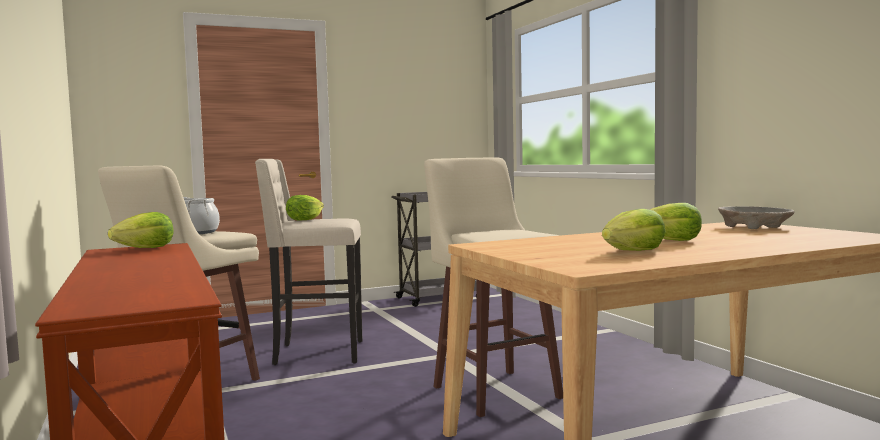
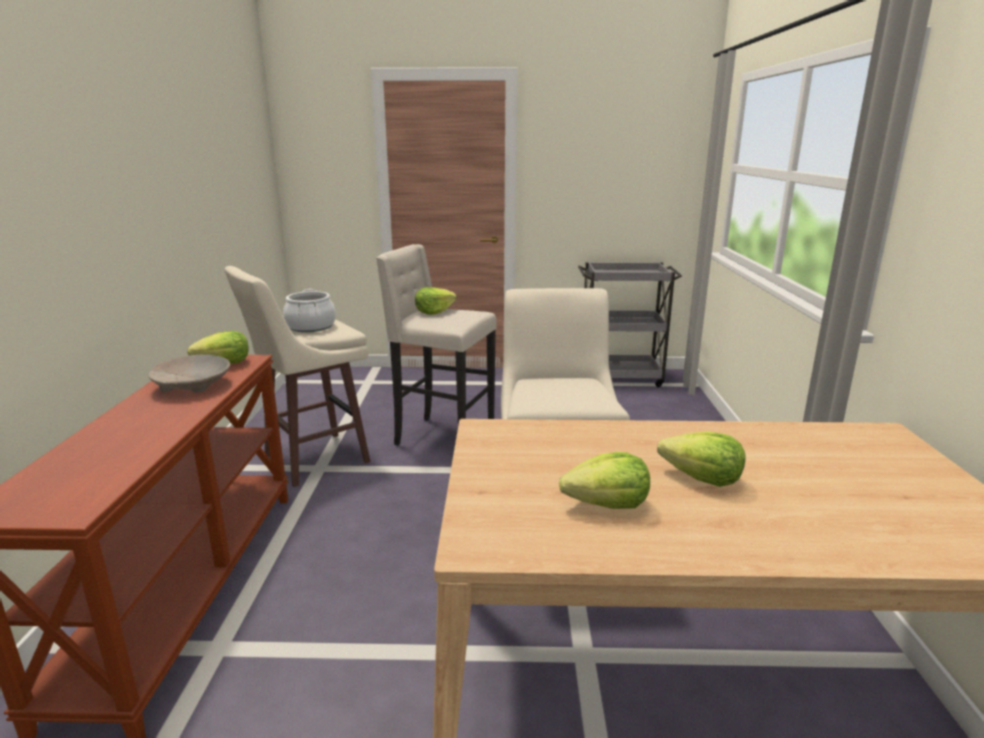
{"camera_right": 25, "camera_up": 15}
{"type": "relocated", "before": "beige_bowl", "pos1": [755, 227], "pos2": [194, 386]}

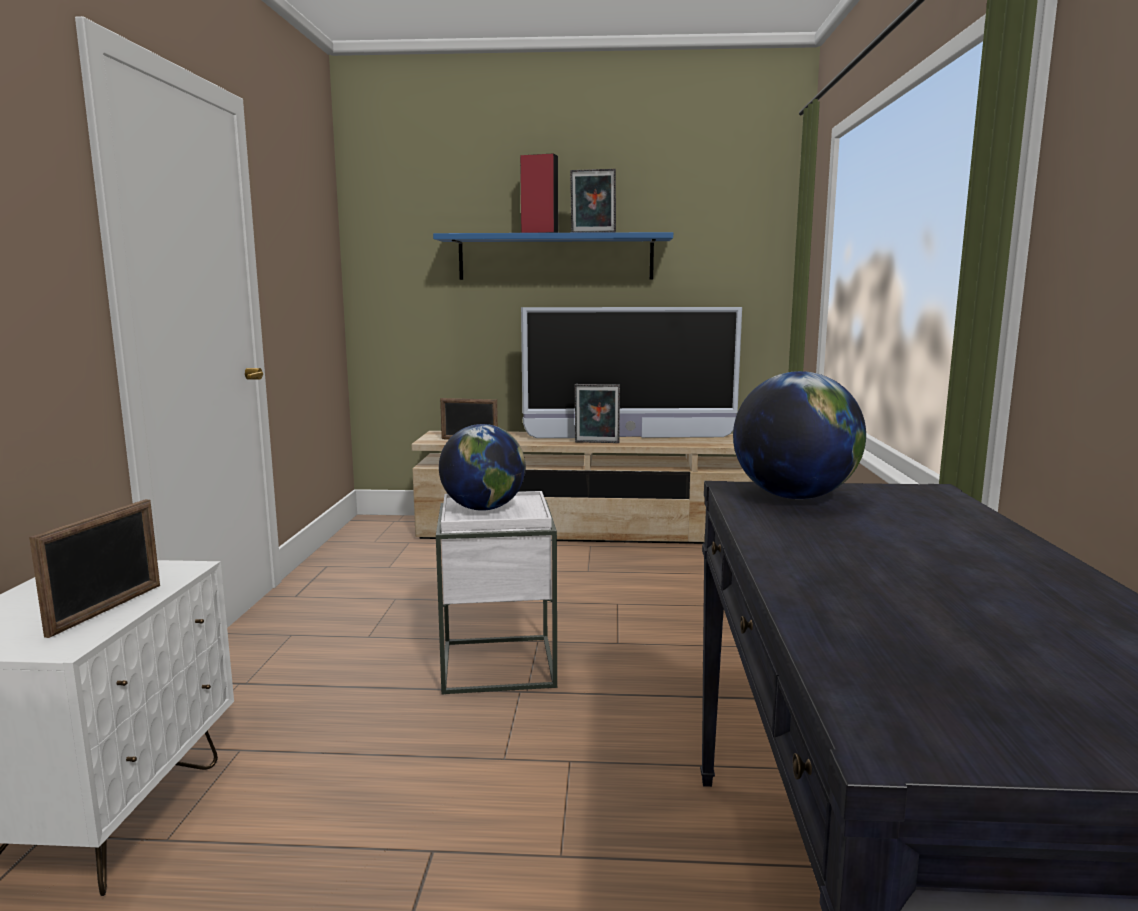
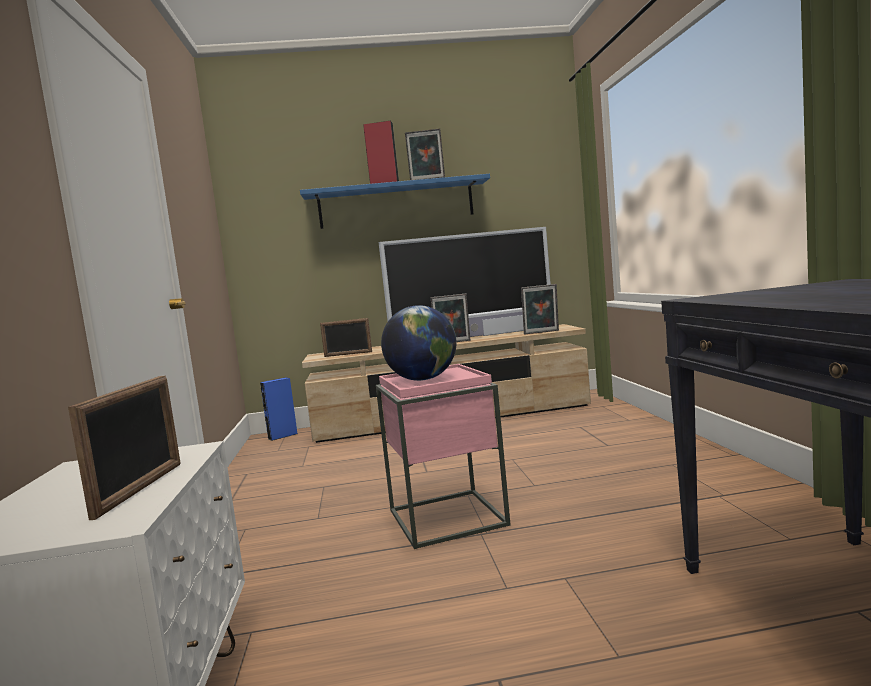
{"camera_right": -10, "camera_up": -5}
{"type": "missing", "before": "globe", "pos1": [794, 497]}
{"type": "colour", "before": "white_side_table", "after": "pink_side_table", "pos1": [497, 664], "pos2": [446, 517]}
{"type": "appeared", "after": "picture_frame", "pos2": [542, 332]}
{"type": "appeared", "after": "blue_speaker", "pos2": [282, 436]}

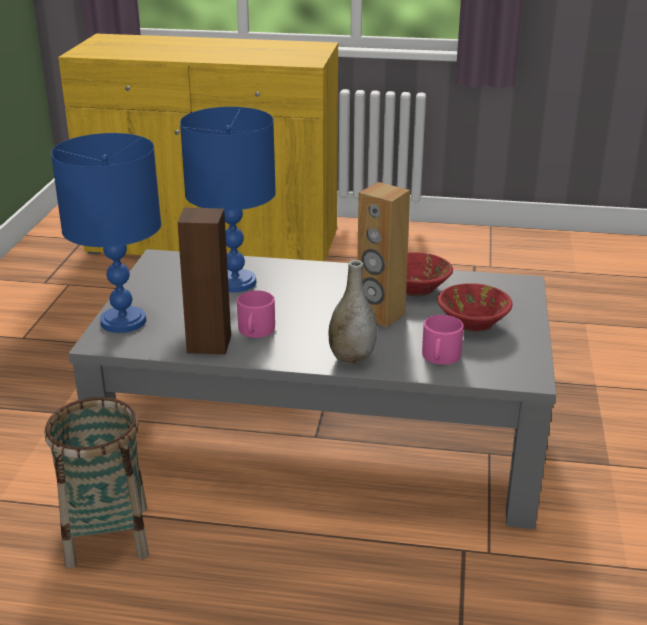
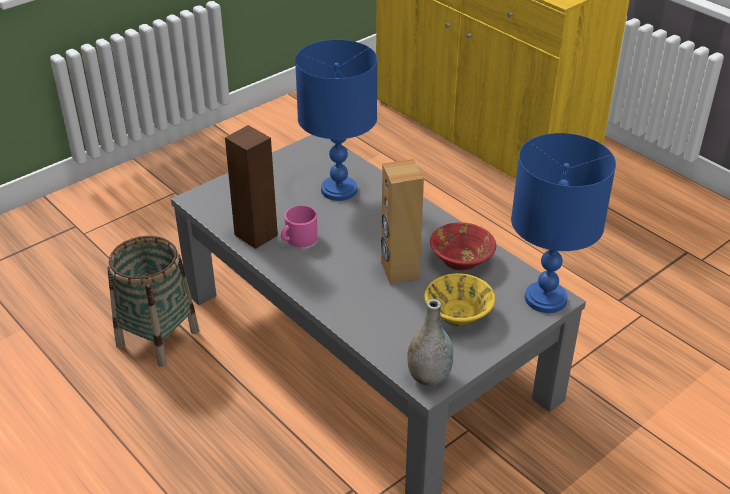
{"camera_right": 40, "camera_up": 10}
{"type": "relocated", "before": "blue_table_lamp", "pos1": [122, 321], "pos2": [544, 298]}
{"type": "relocated", "before": "grey_vase", "pos1": [352, 358], "pos2": [429, 377]}
{"type": "colour", "before": "red_bowl", "after": "yellow_bowl", "pos1": [472, 323], "pos2": [458, 314]}
{"type": "missing", "before": "pink_mug", "pos1": [440, 357]}

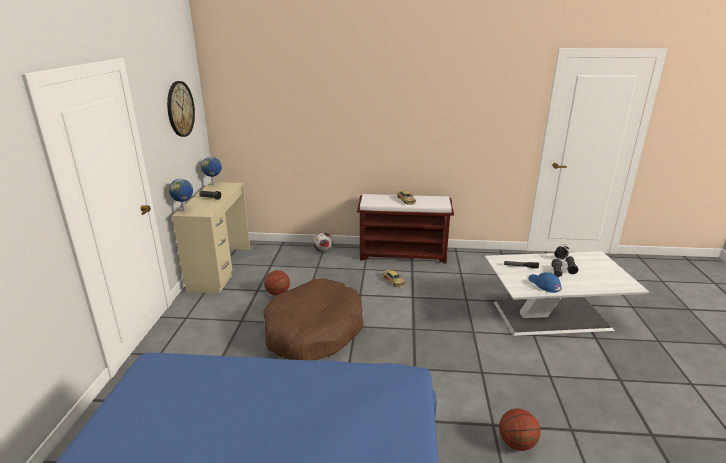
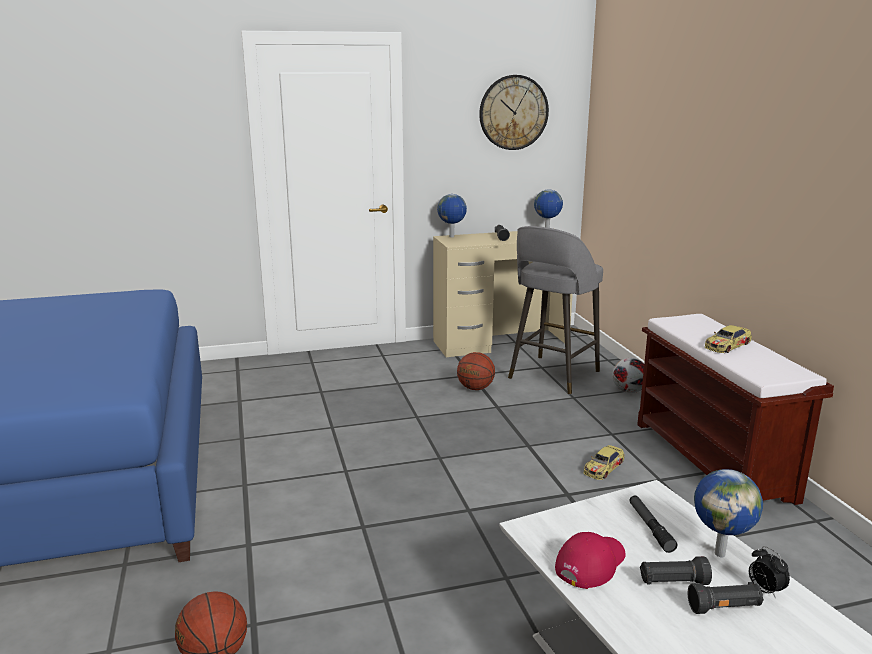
{"camera_right": 70, "camera_up": -5}
{"type": "colour", "before": "blue_cap", "after": "red_cap", "pos1": [544, 284], "pos2": [590, 563]}
{"type": "missing", "before": "brown_dog_bed", "pos1": [313, 331]}
{"type": "appeared", "after": "grey_stool", "pos2": [552, 375]}
{"type": "appeared", "after": "globe", "pos2": [720, 553]}

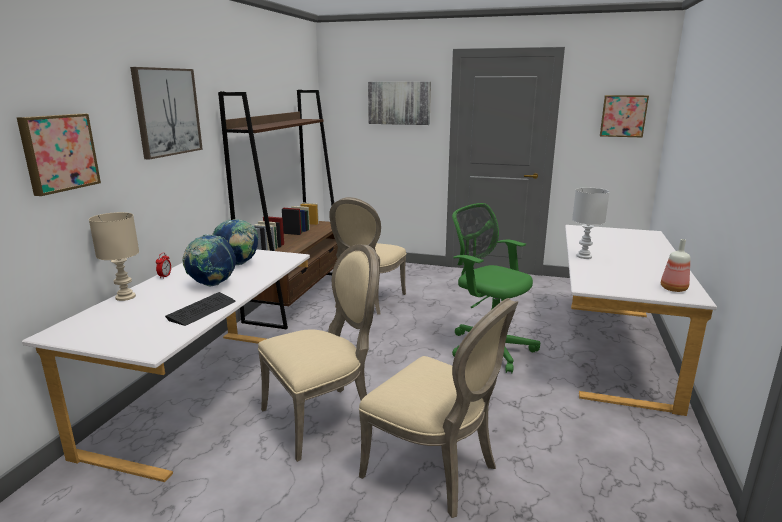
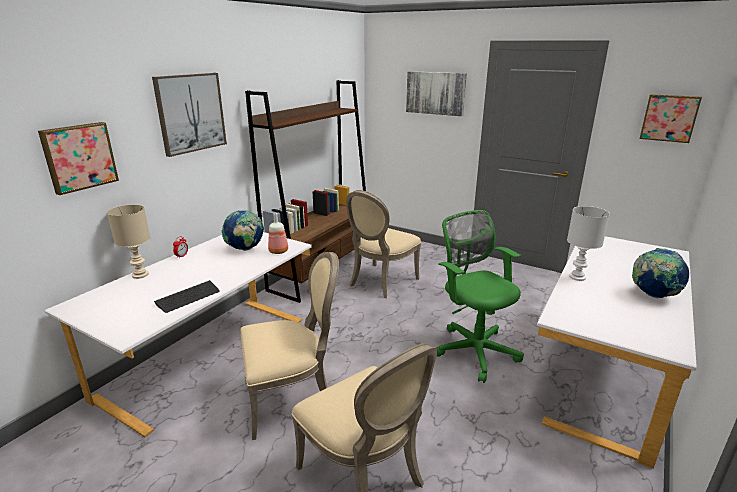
{"camera_right": 15, "camera_up": 5}
{"type": "relocated", "before": "globe", "pos1": [212, 284], "pos2": [653, 295]}
{"type": "relocated", "before": "bottle", "pos1": [672, 289], "pos2": [278, 251]}

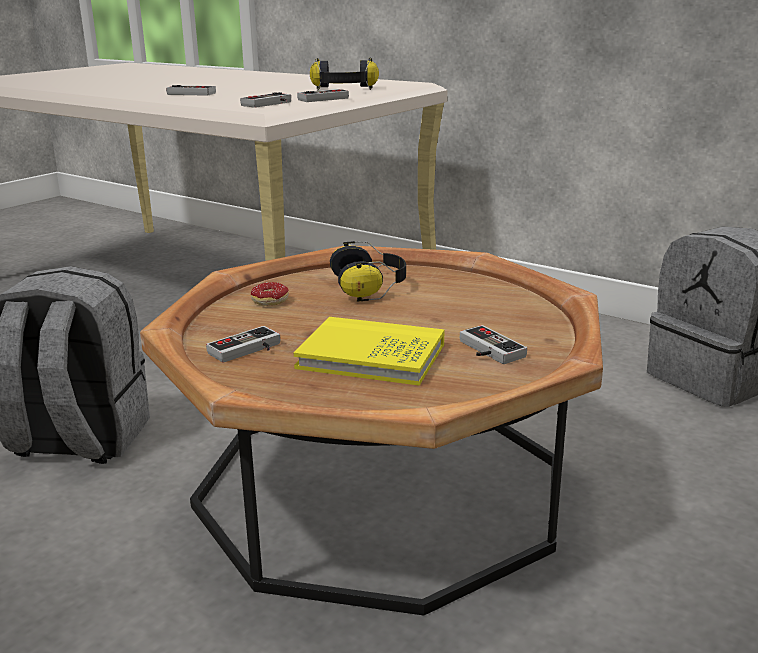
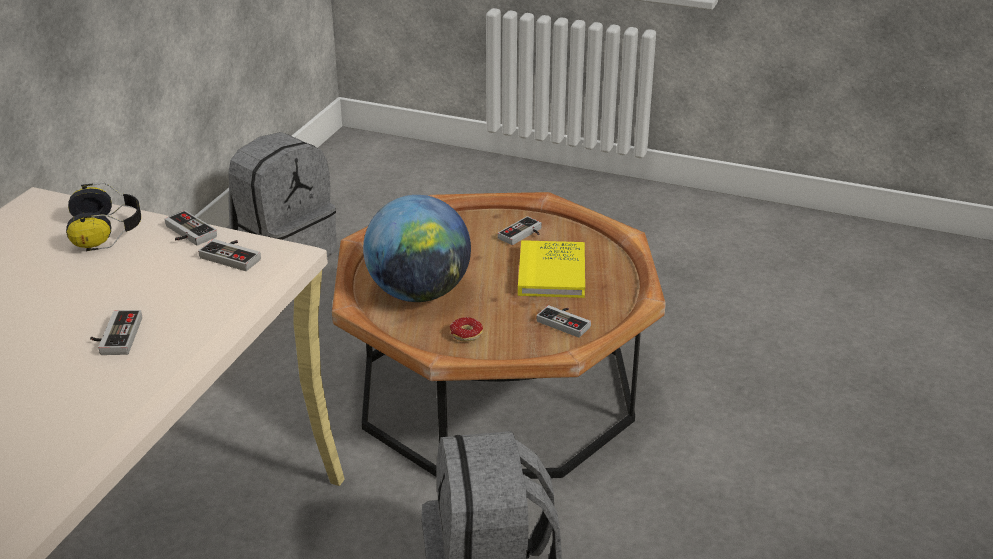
{"camera_right": -105, "camera_up": 10}
{"type": "exchanged", "before": "headphones", "after": "globe", "pos1": [370, 287], "pos2": [419, 293]}

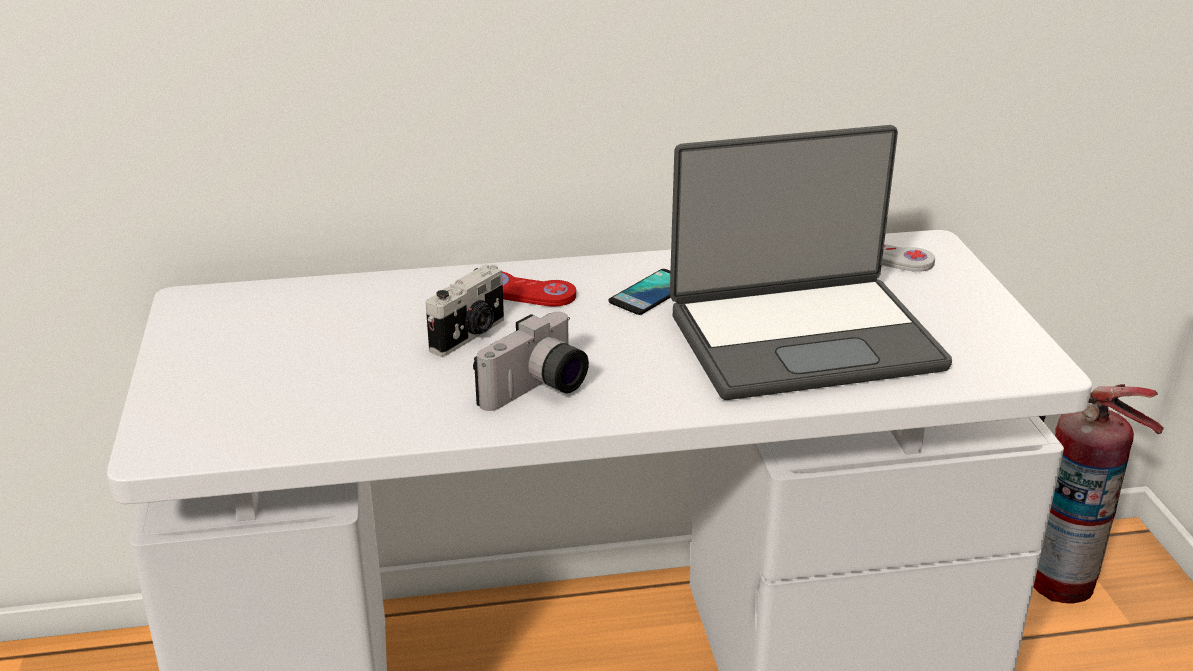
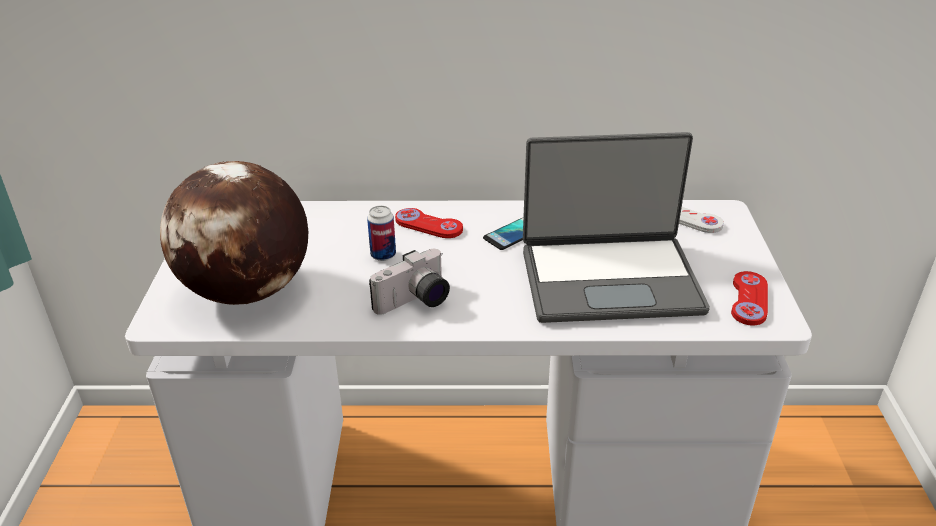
{"camera_right": 10, "camera_up": 5}
{"type": "exchanged", "before": "photo_camera", "after": "can", "pos1": [470, 335], "pos2": [383, 255]}
{"type": "missing", "before": "fire_extinguisher", "pos1": [1060, 580]}
{"type": "appeared", "after": "globe", "pos2": [247, 291]}
{"type": "appeared", "after": "red_game_controller", "pos2": [749, 300]}

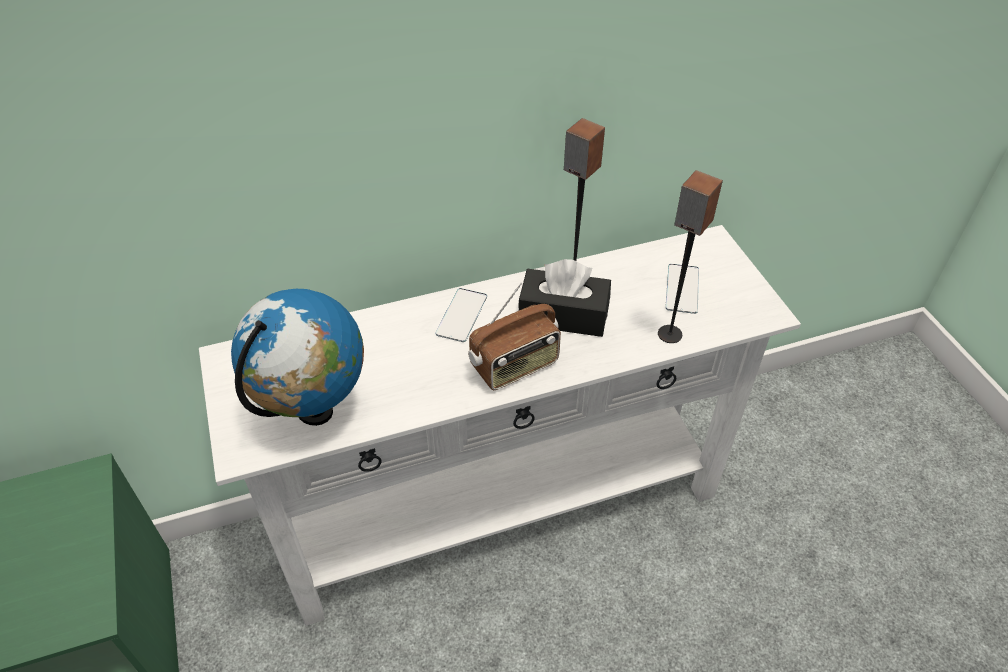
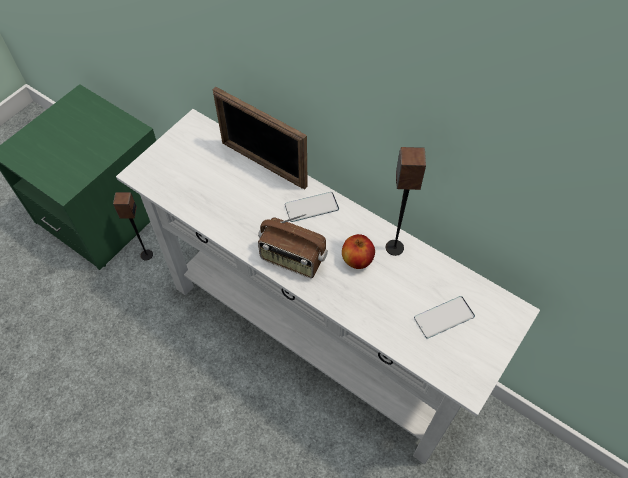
{"camera_right": 55, "camera_up": 10}
{"type": "relocated", "before": "speaker", "pos1": [669, 334], "pos2": [146, 255]}
{"type": "exchanged", "before": "black_tissue_box", "after": "apple", "pos1": [563, 315], "pos2": [357, 260]}
{"type": "missing", "before": "globe", "pos1": [315, 411]}
{"type": "appeared", "after": "picture_frame", "pos2": [263, 164]}

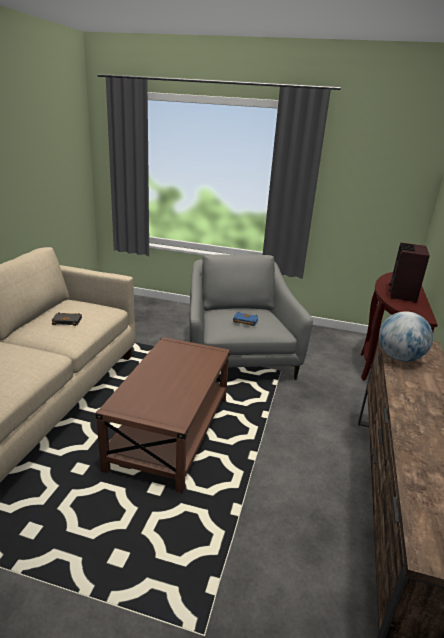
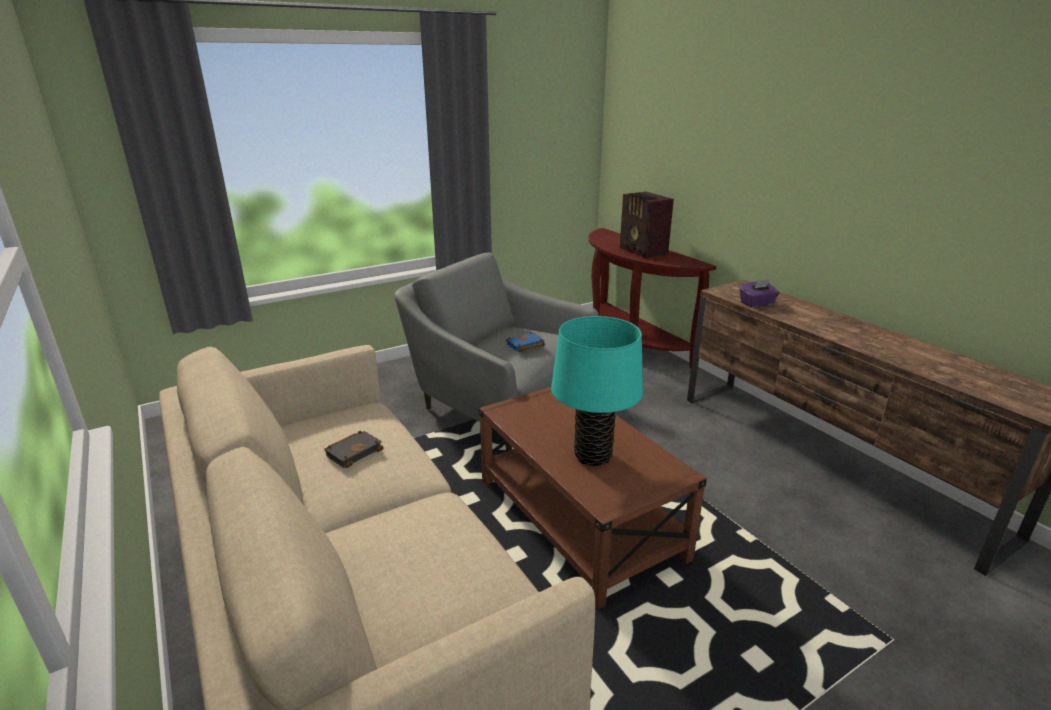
{"camera_right": -45, "camera_up": 0}
{"type": "exchanged", "before": "globe", "after": "purple_tissue_box", "pos1": [399, 358], "pos2": [757, 303]}
{"type": "appeared", "after": "turquoise_table_lamp", "pos2": [593, 456]}

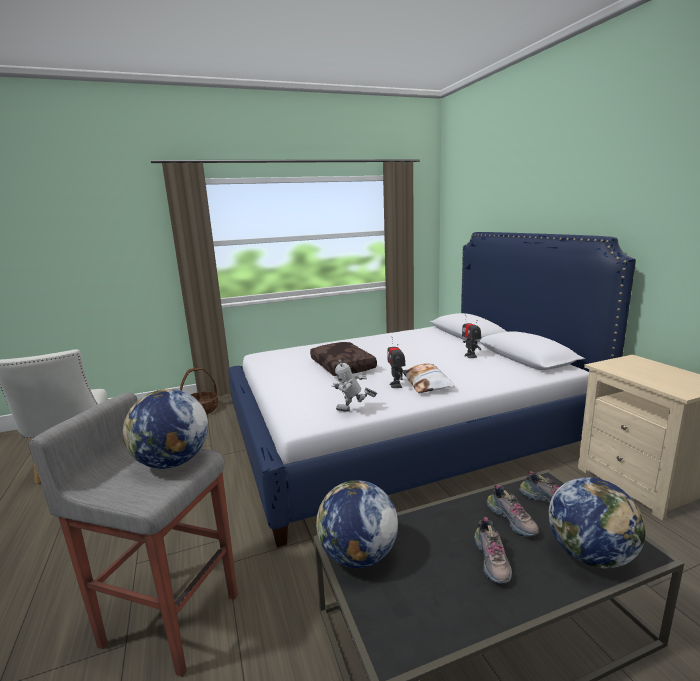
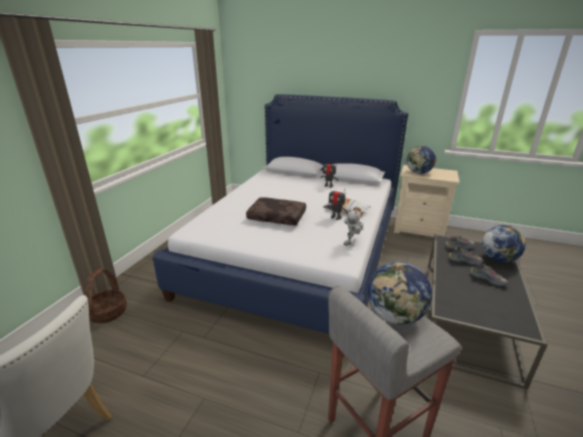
{"camera_right": -50, "camera_up": 10}
{"type": "relocated", "before": "globe", "pos1": [358, 556], "pos2": [418, 173]}

